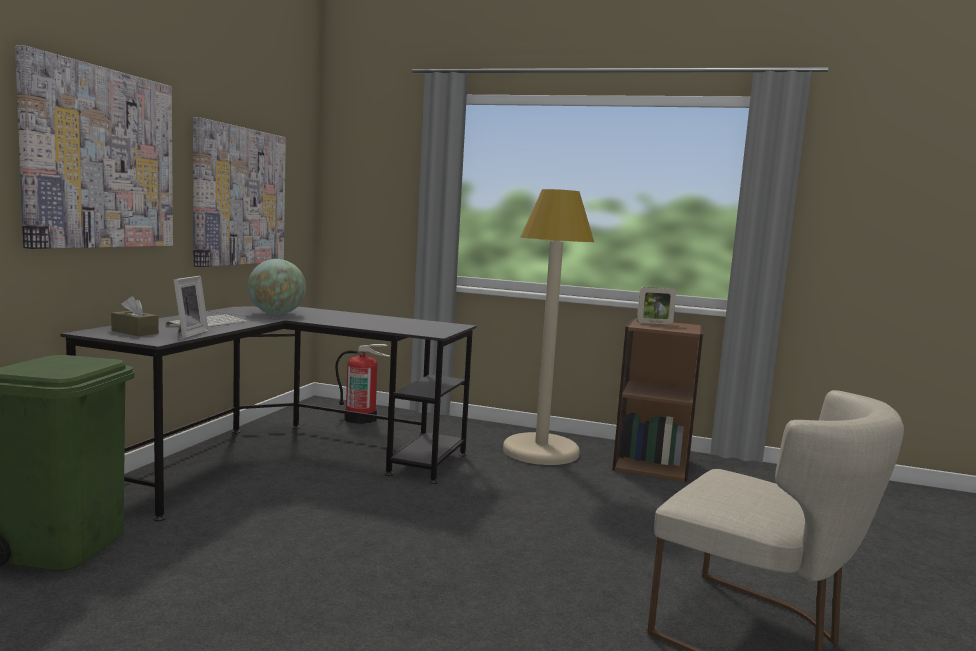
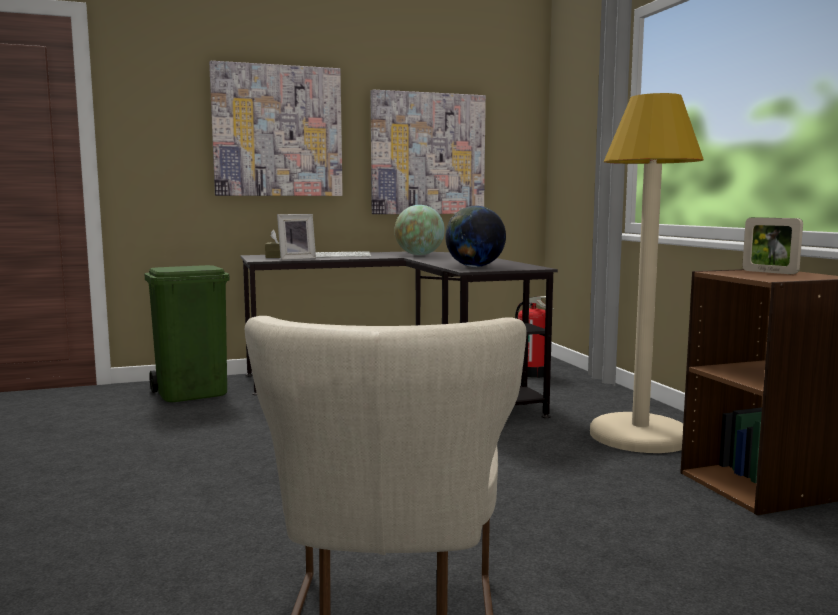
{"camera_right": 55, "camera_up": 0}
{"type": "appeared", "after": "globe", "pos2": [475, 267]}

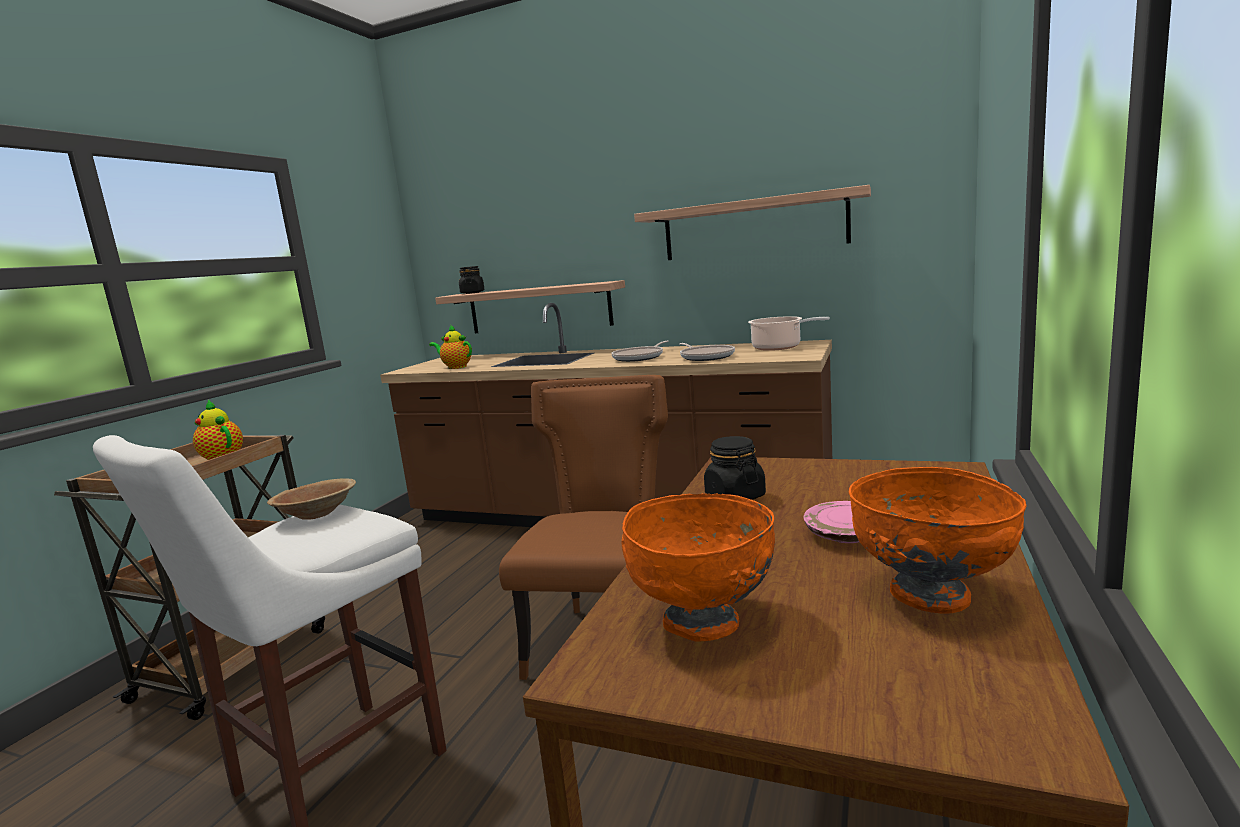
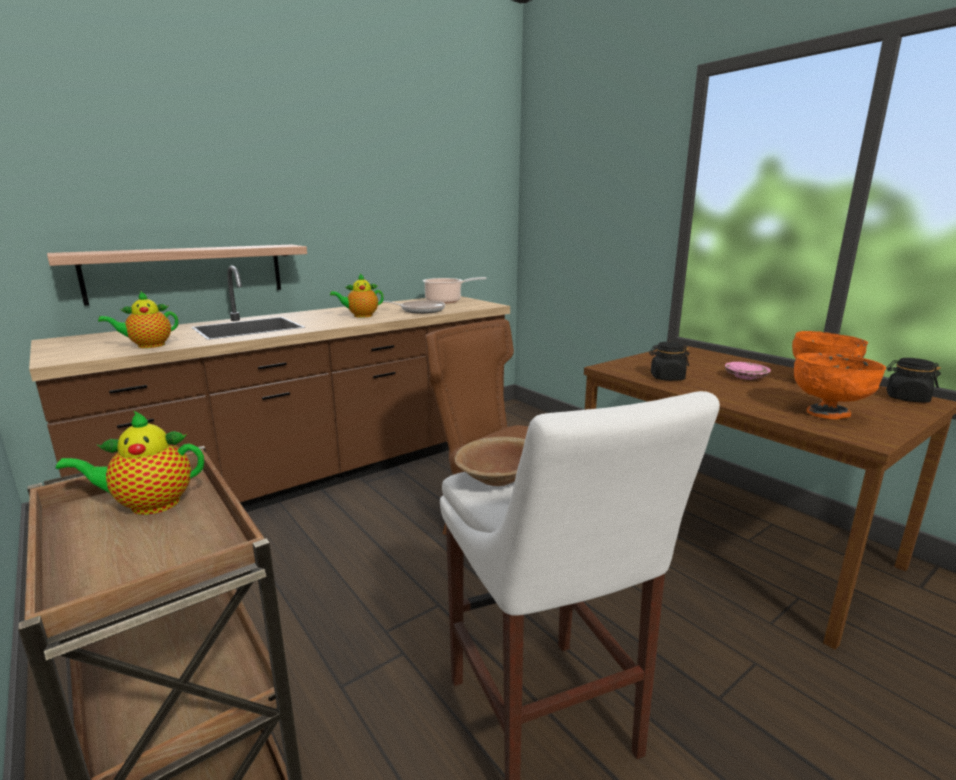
{"camera_right": -60, "camera_up": 5}
{"type": "missing", "before": "shelf", "pos1": [753, 227]}
{"type": "relocated", "before": "black_jar", "pos1": [472, 293], "pos2": [906, 398]}
{"type": "exchanged", "before": "frying_pan", "after": "teapot", "pos1": [640, 357], "pos2": [361, 316]}

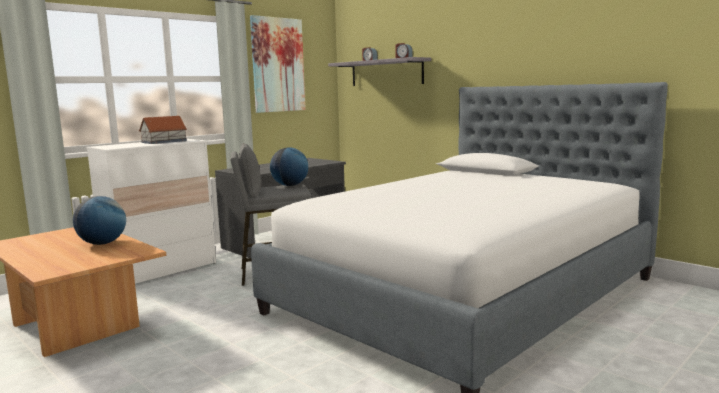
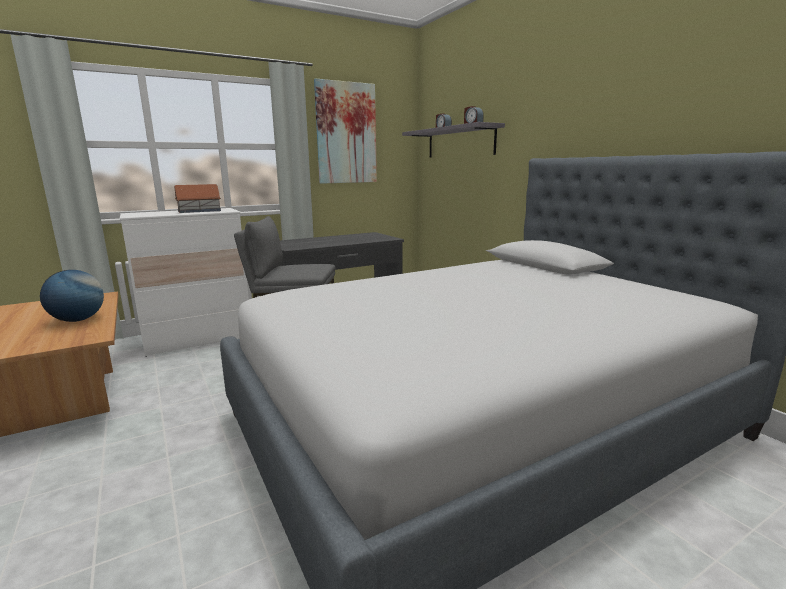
{"camera_right": 15, "camera_up": 5}
{"type": "missing", "before": "globe", "pos1": [290, 185]}

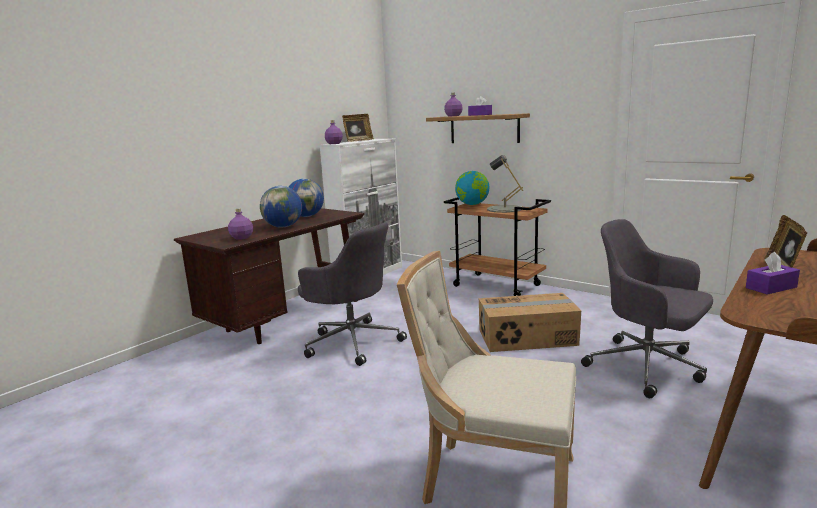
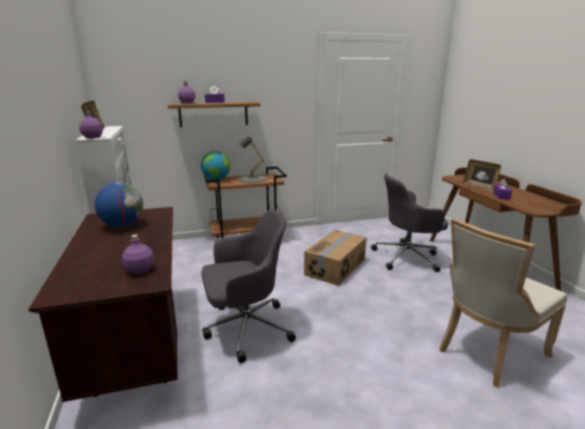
{"camera_right": -55, "camera_up": 5}
{"type": "missing", "before": "globe", "pos1": [283, 227]}

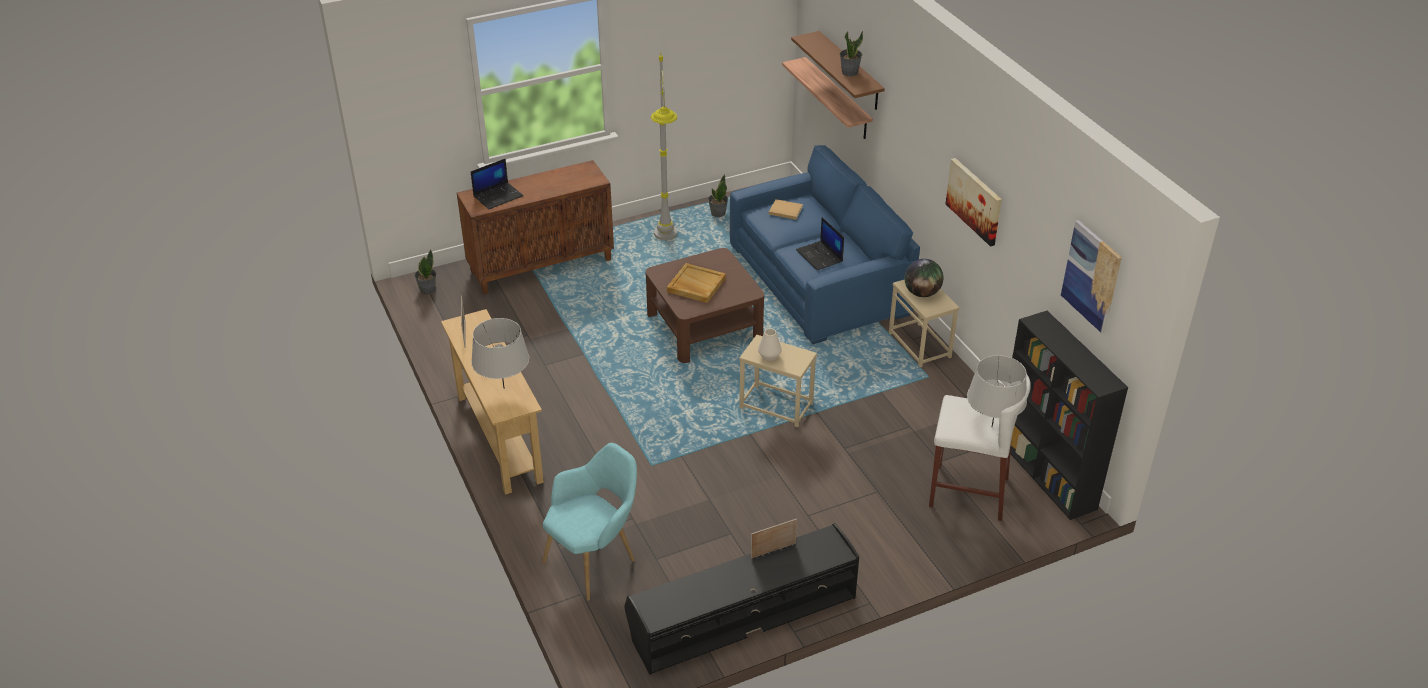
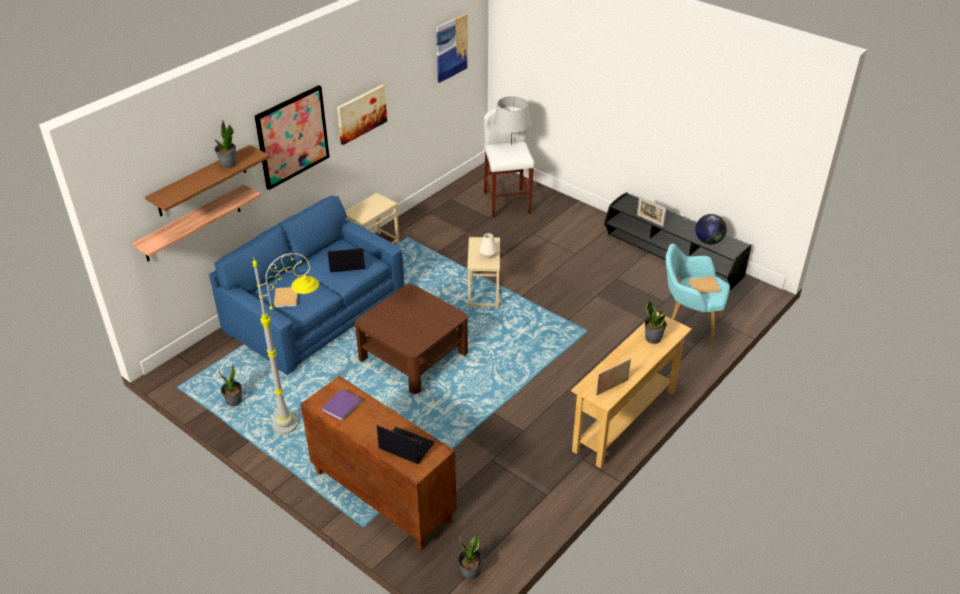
{"camera_right": -115, "camera_up": 0}
{"type": "spun", "before": "laptop", "pos1": [820, 256], "pos2": [346, 264], "turn": -135}
{"type": "relocated", "before": "globe", "pos1": [922, 293], "pos2": [708, 241]}
{"type": "missing", "before": "beige_tray", "pos1": [695, 285]}
{"type": "missing", "before": "black_bookcase", "pos1": [1047, 474]}
{"type": "exchanged", "before": "grey_table_lamp", "after": "potted_plant", "pos1": [503, 388], "pos2": [653, 338]}
{"type": "appeared", "after": "picture", "pos2": [292, 137]}
{"type": "appeared", "after": "beige_book", "pos2": [705, 286]}
{"type": "appeared", "after": "purple_book", "pos2": [342, 405]}

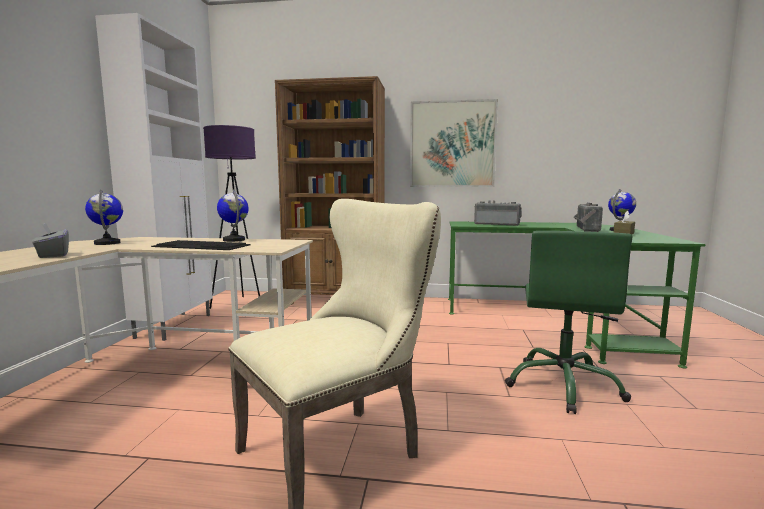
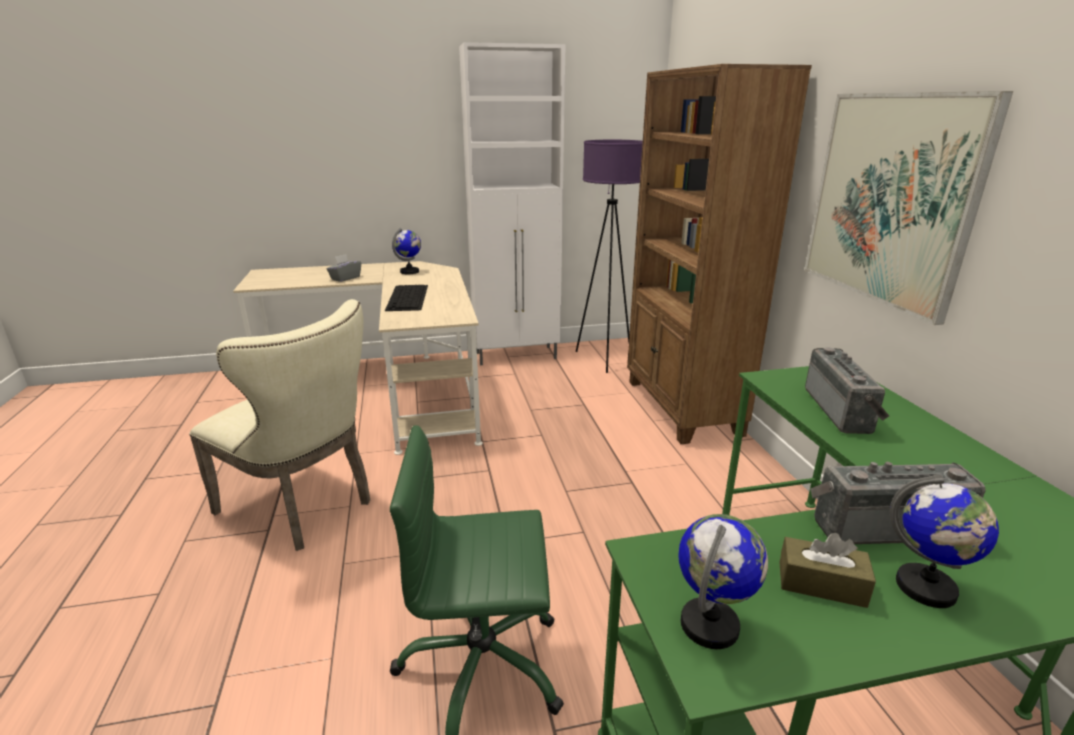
{"camera_right": 70, "camera_up": 15}
{"type": "relocated", "before": "globe", "pos1": [234, 240], "pos2": [710, 625]}

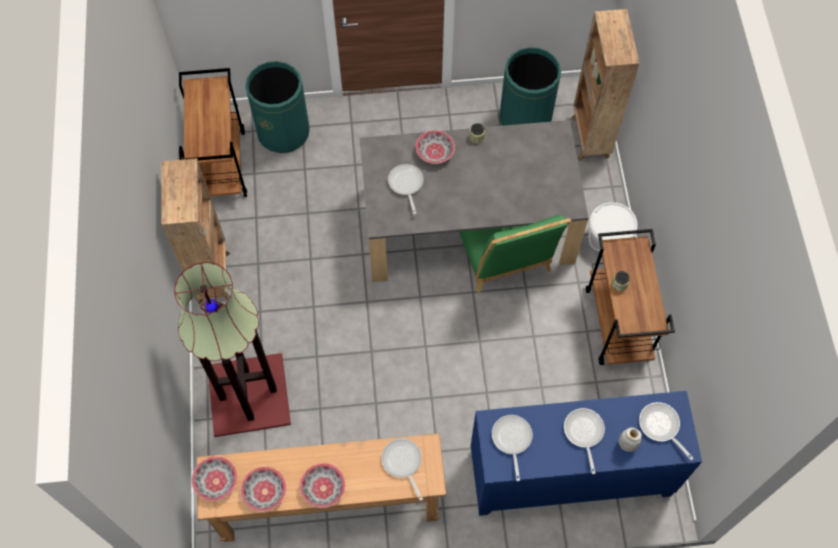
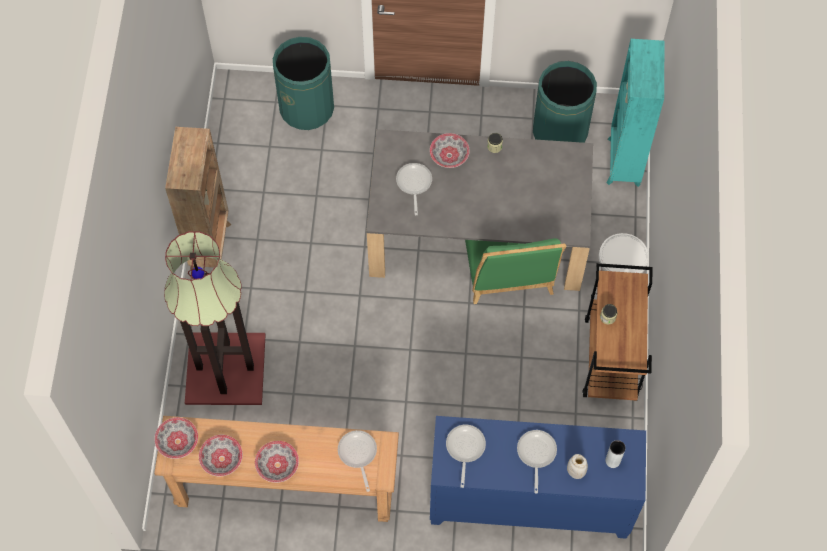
{"camera_right": 10, "camera_up": 0}
{"type": "colour", "before": "brown_bookcase", "after": "turquoise_bookcase", "pos1": [589, 138], "pos2": [623, 163]}
{"type": "missing", "before": "brown_cart", "pos1": [221, 165]}
{"type": "exchanged", "before": "frying_pan", "after": "grey_vase", "pos1": [661, 427], "pos2": [612, 461]}

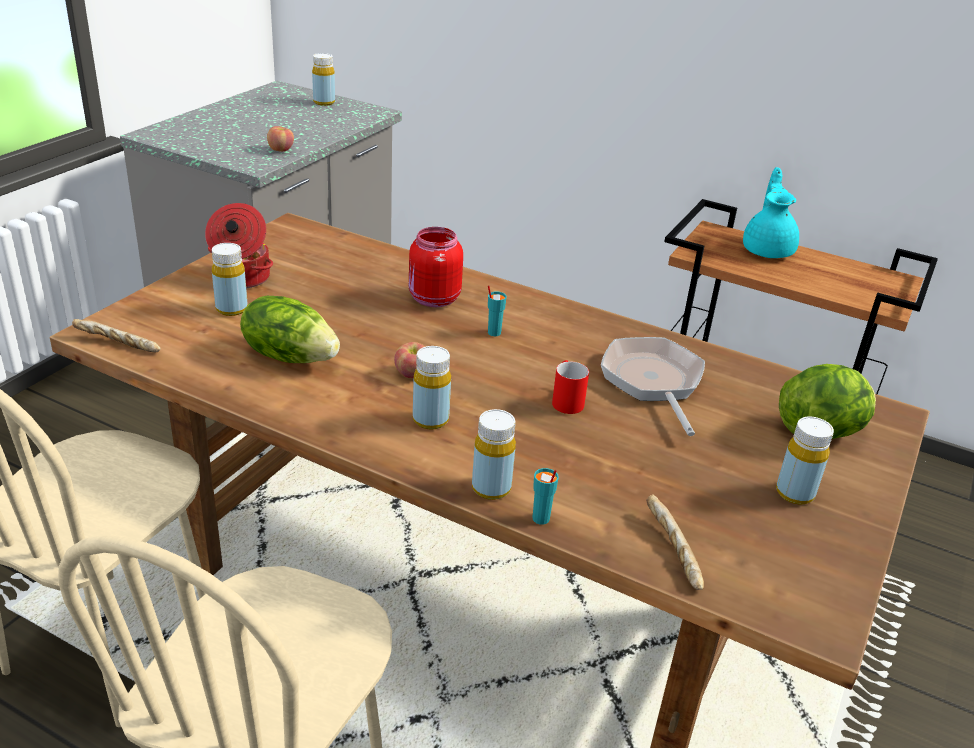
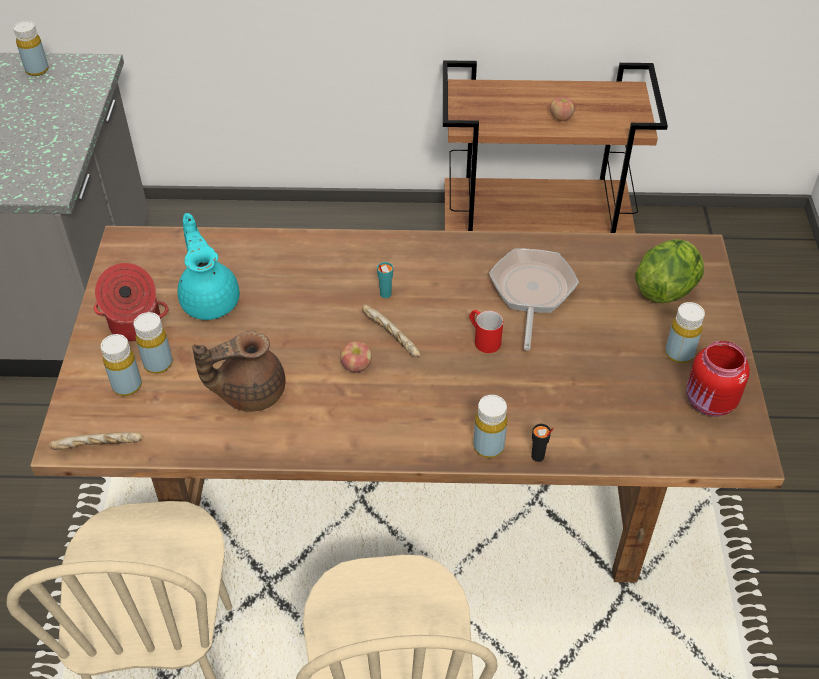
{"camera_right": -25, "camera_up": 15}
{"type": "relocated", "before": "apple", "pos1": [280, 150], "pos2": [561, 117]}
{"type": "relocated", "before": "turquoise_teapot", "pos1": [768, 250], "pos2": [210, 300]}
{"type": "relocated", "before": "red_jar", "pos1": [433, 299], "pos2": [709, 403]}
{"type": "exchanged", "before": "lettuce", "after": "brown_teapot", "pos1": [290, 356], "pos2": [249, 392]}
{"type": "spun", "before": "frying_pan", "pos1": [653, 382], "pos2": [531, 293], "turn": 45}
{"type": "relocated", "before": "yellow_bottle", "pos1": [430, 420], "pos2": [127, 386]}
{"type": "colour", "before": "turquoise_cup", "after": "black_cup", "pos1": [540, 519], "pos2": [538, 456]}
{"type": "relocated", "before": "bread", "pos1": [671, 550], "pos2": [390, 337]}

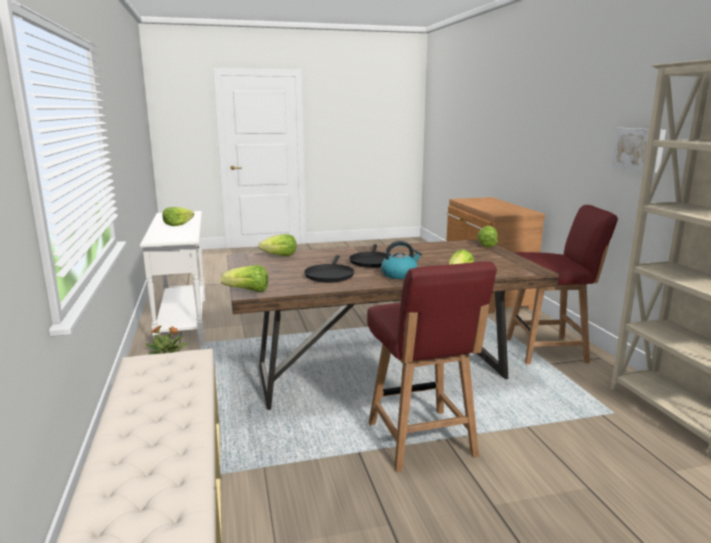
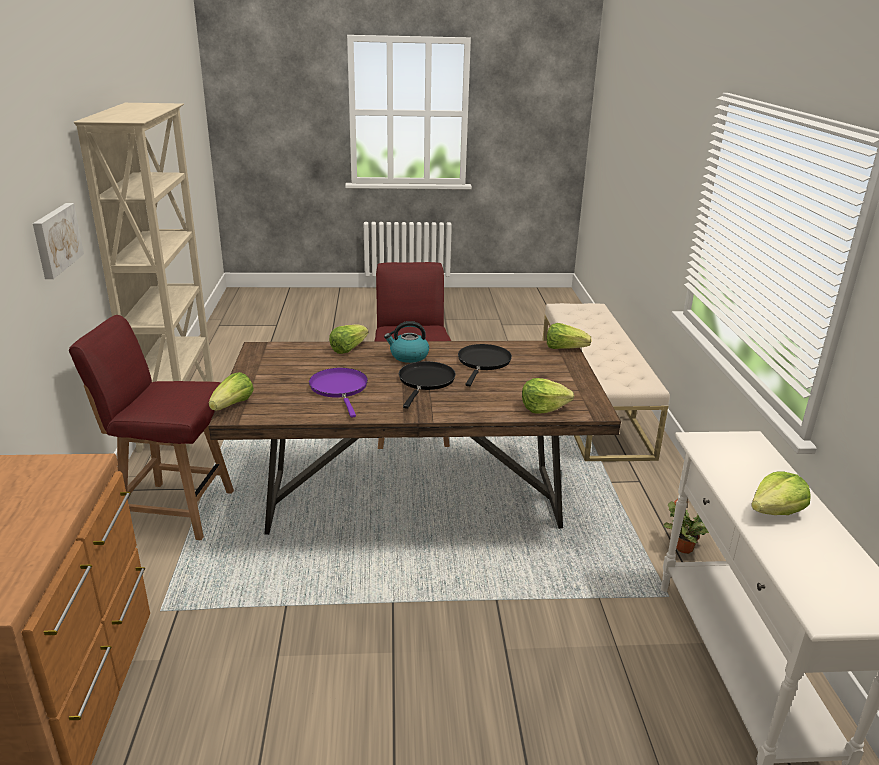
{"camera_right": -170, "camera_up": 10}
{"type": "appeared", "after": "purple_frying_pan", "pos2": [339, 389]}

